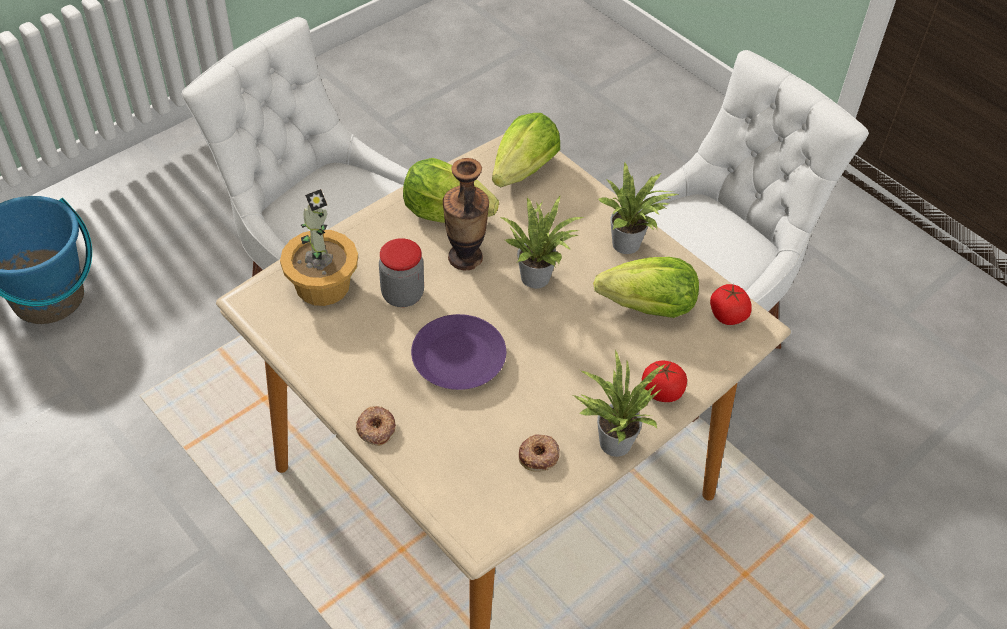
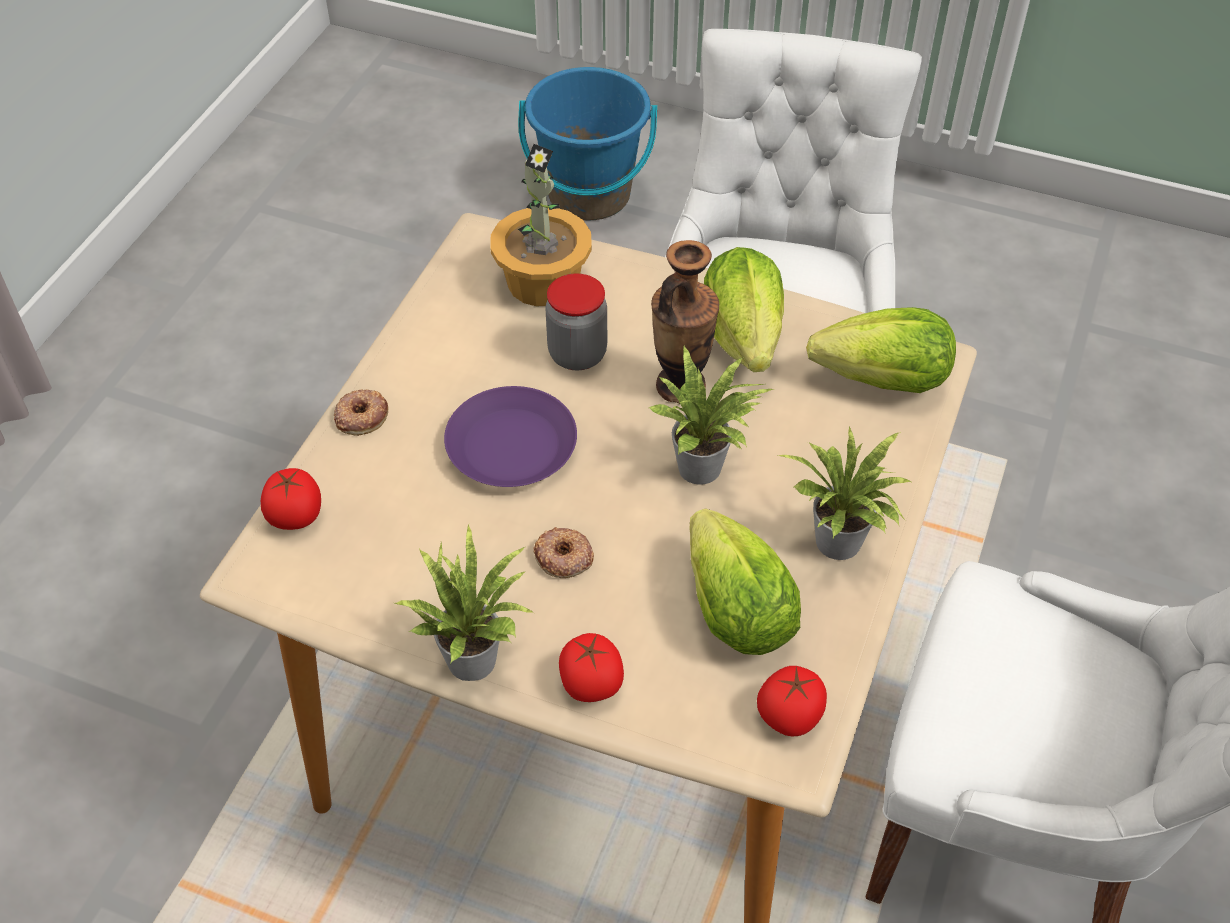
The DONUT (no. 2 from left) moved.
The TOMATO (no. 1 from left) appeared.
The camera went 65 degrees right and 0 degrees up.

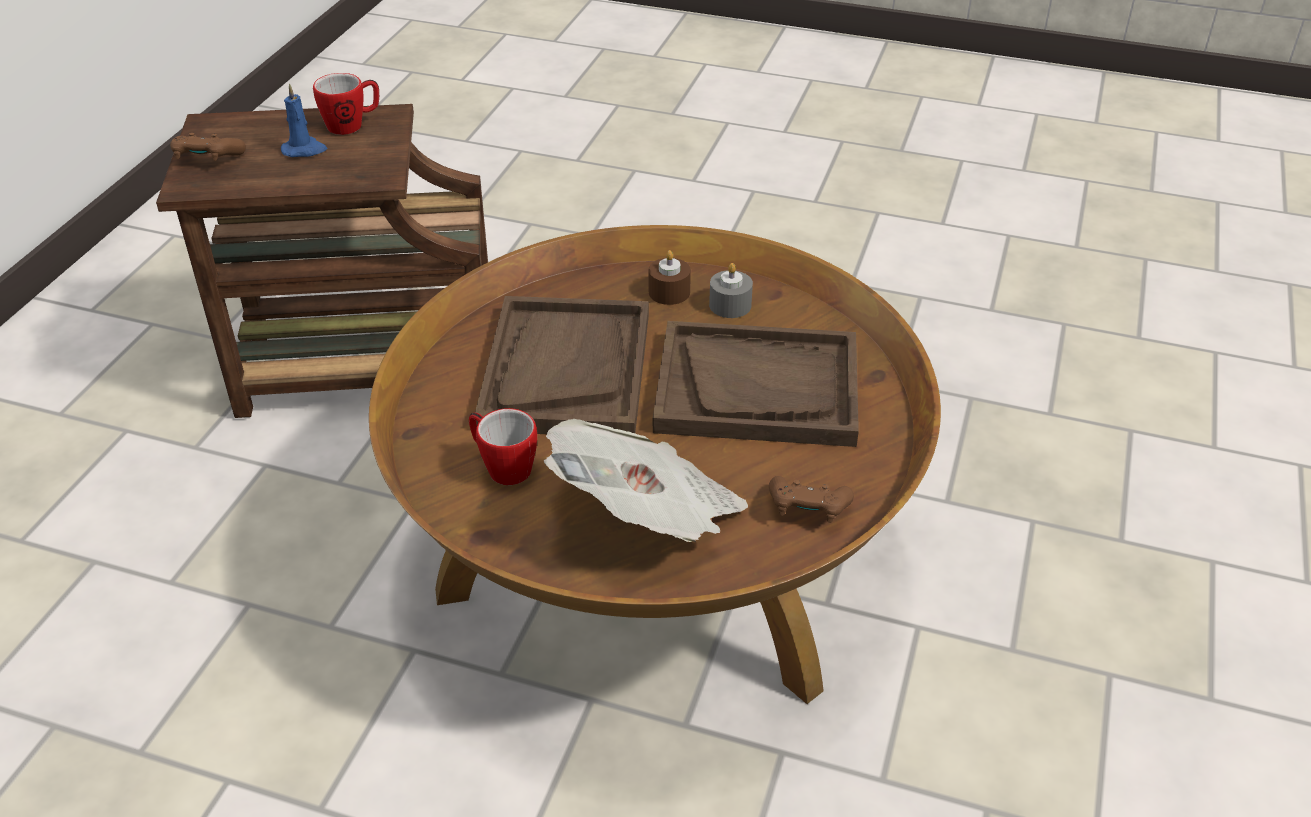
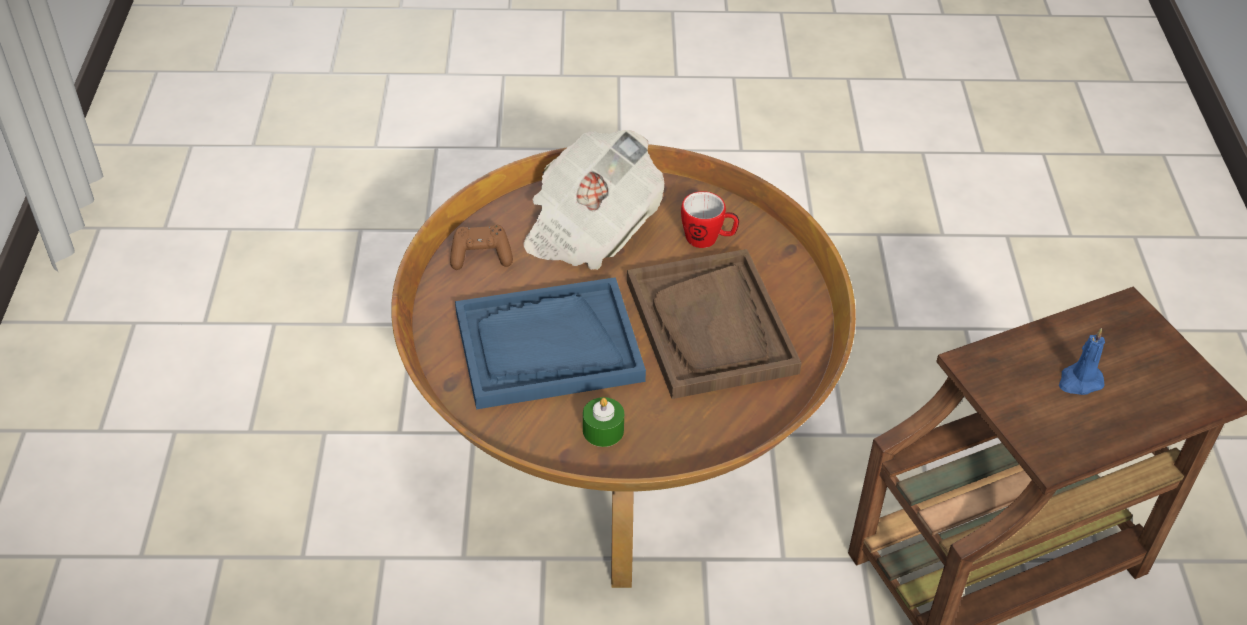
The MUG (no. 1 from left) disappeared.
The BROWN GAME CONTROLLER (no. 1 from left) disappeared.
The BROWN CANDLE disappeared.
The GREY CANDLE became the GREEN CANDLE.
The BROWN TRAY (no. 2 from left) became the BLUE TRAY.
The camera went 160 degrees right and 5 degrees up.

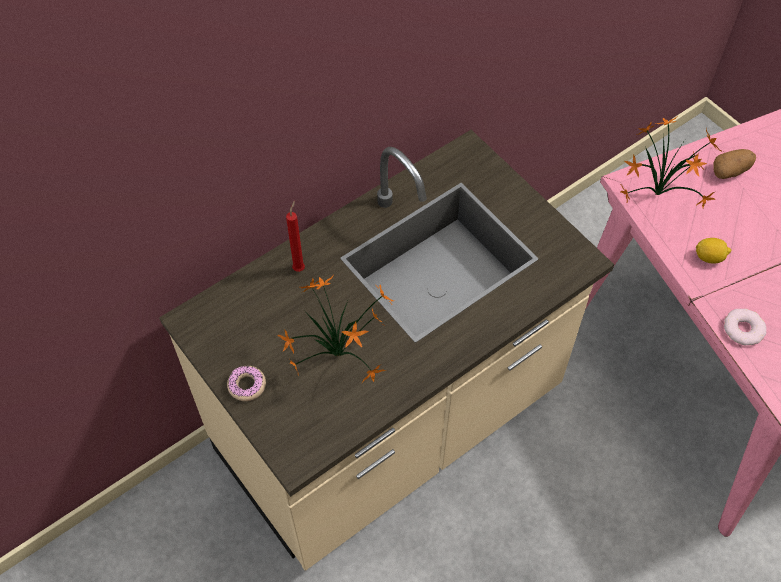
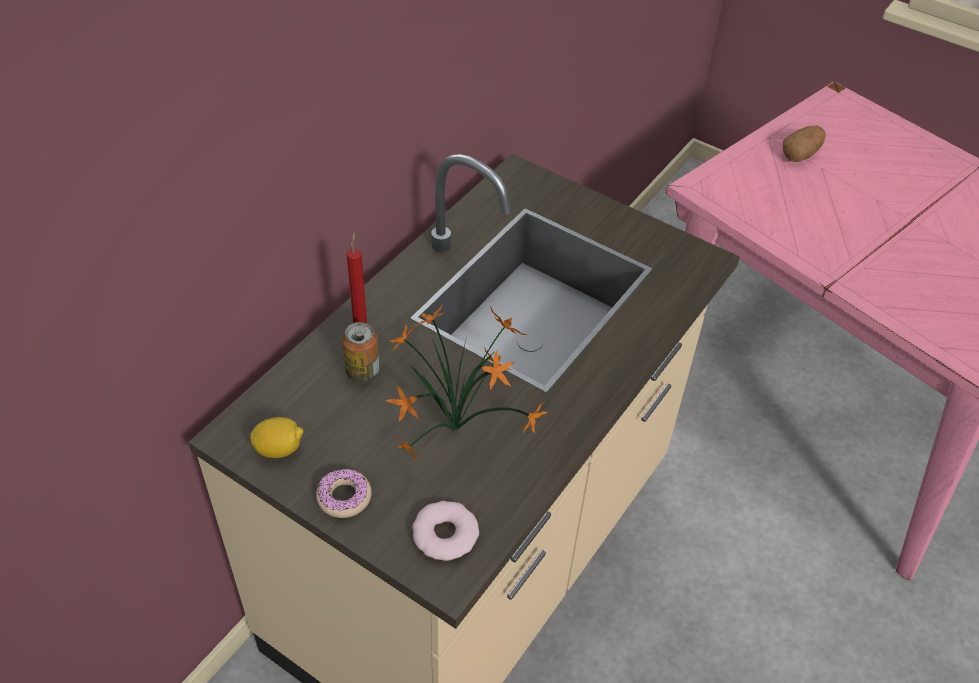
The POTTED PLANT (no. 2 from left) disappeared.
The LEMON moved.
The DONUT (no. 2 from left) moved.
The CAN appeared.
The camera went 20 degrees left and 10 degrees down.

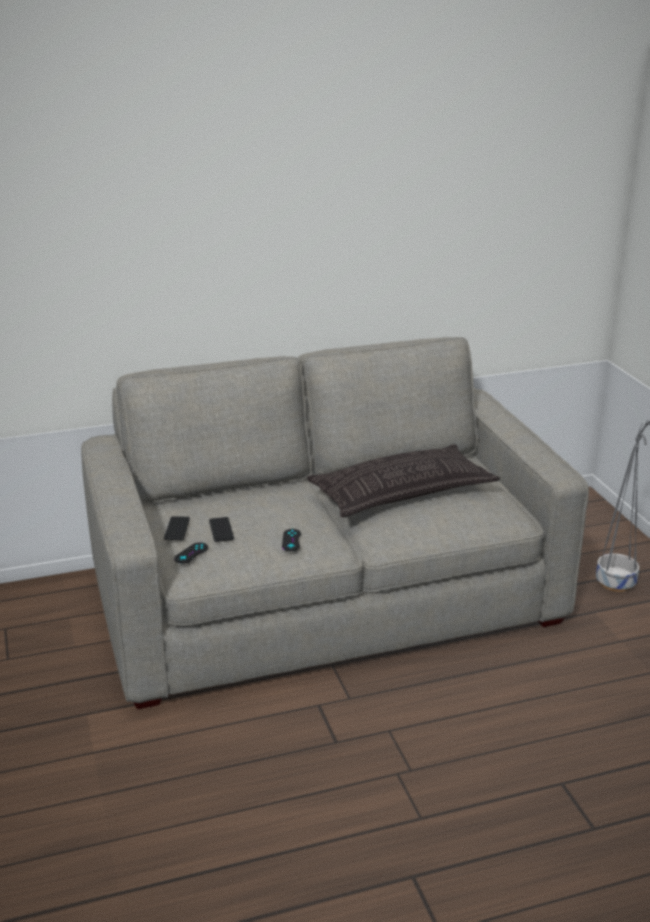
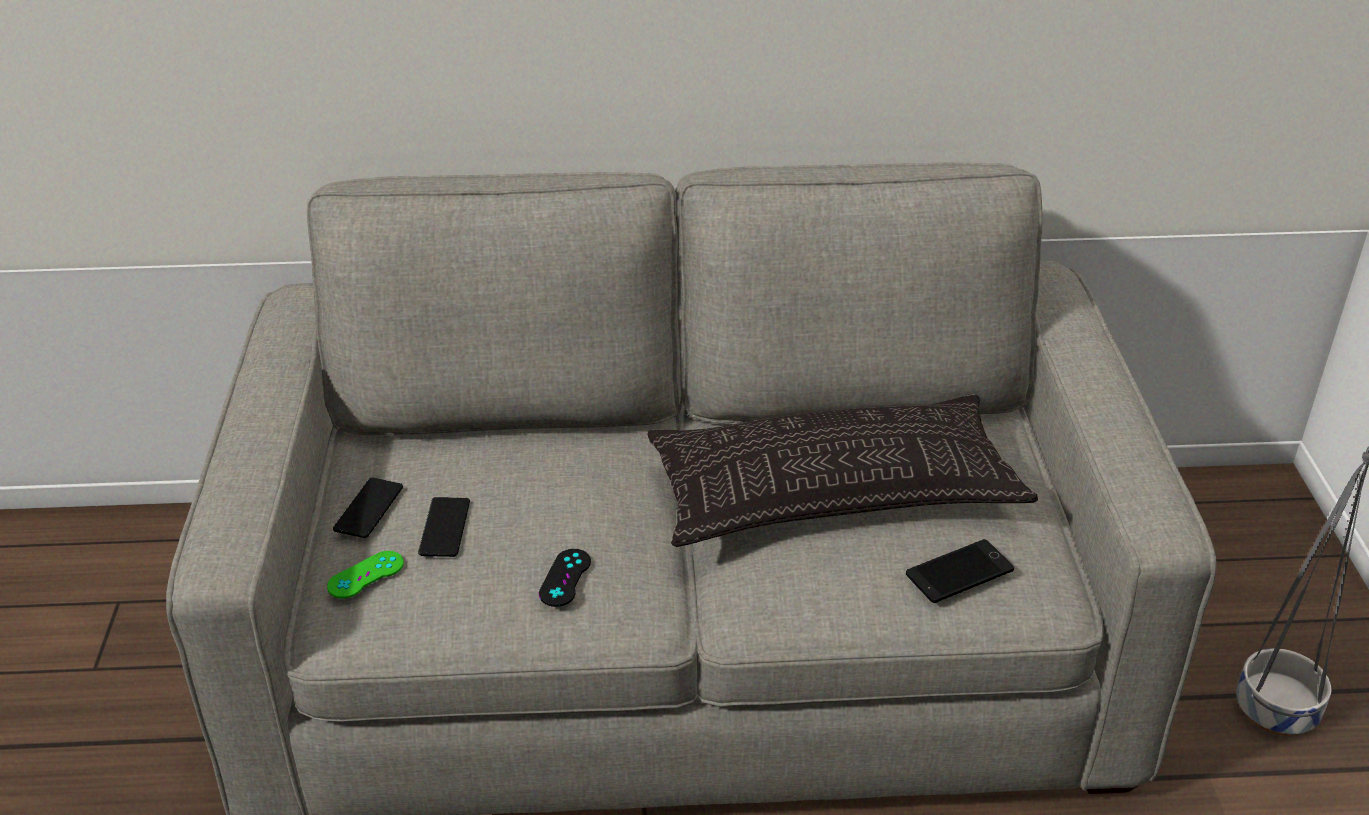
The BLACK GAME CONTROLLER (no. 1 from left) became the GREEN GAME CONTROLLER.
The PHONE (no. 3 from left) appeared.
The camera went 15 degrees right and 10 degrees up.

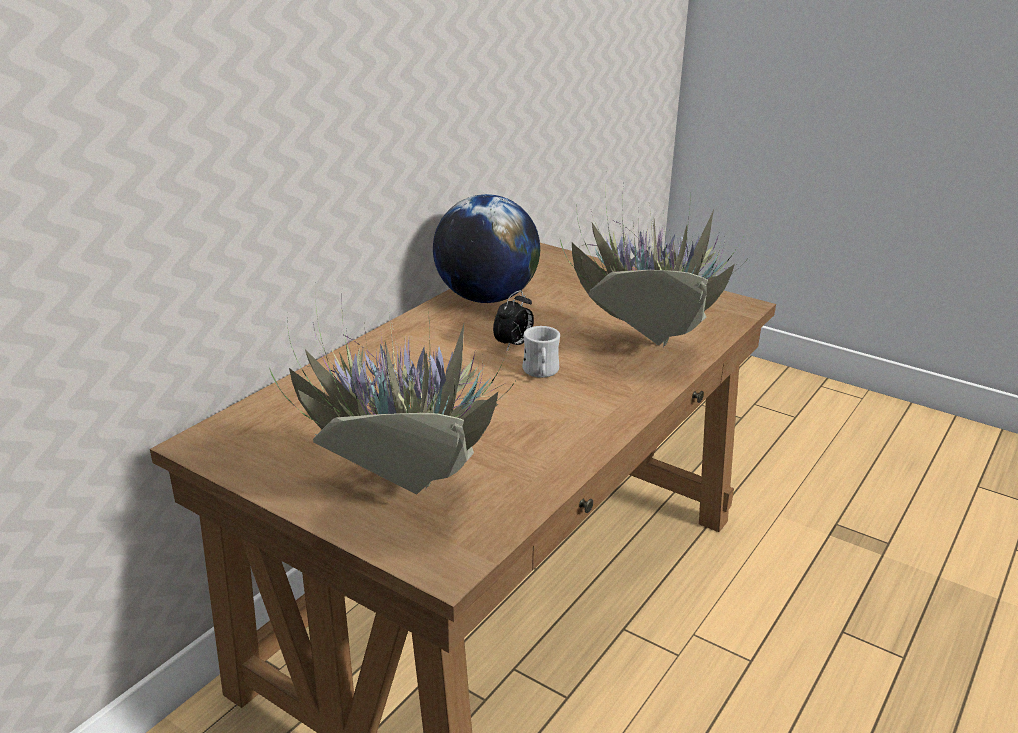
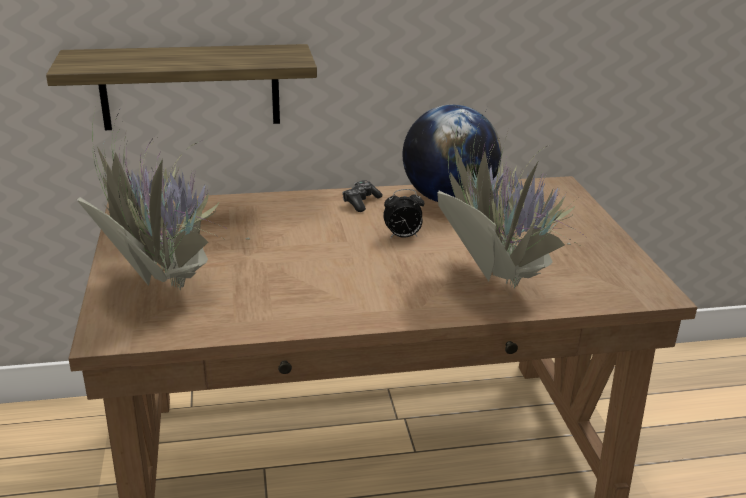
The WHITE MUG disappeared.
The SHELF appeared.
The GAME CONTROLLER appeared.
The camera went 45 degrees right and 0 degrees up.

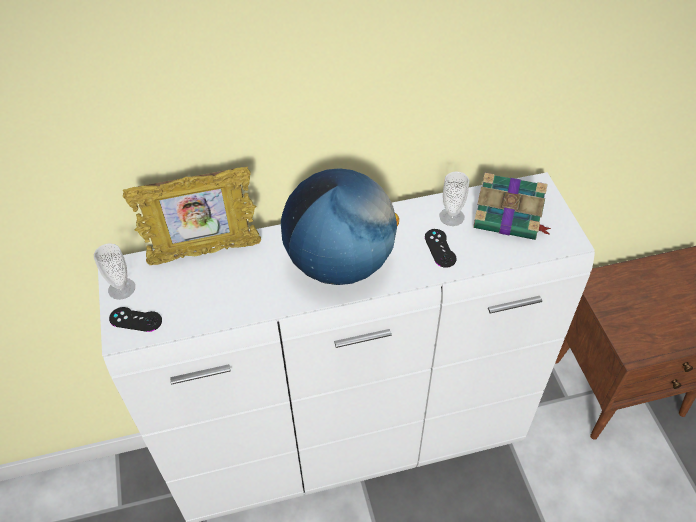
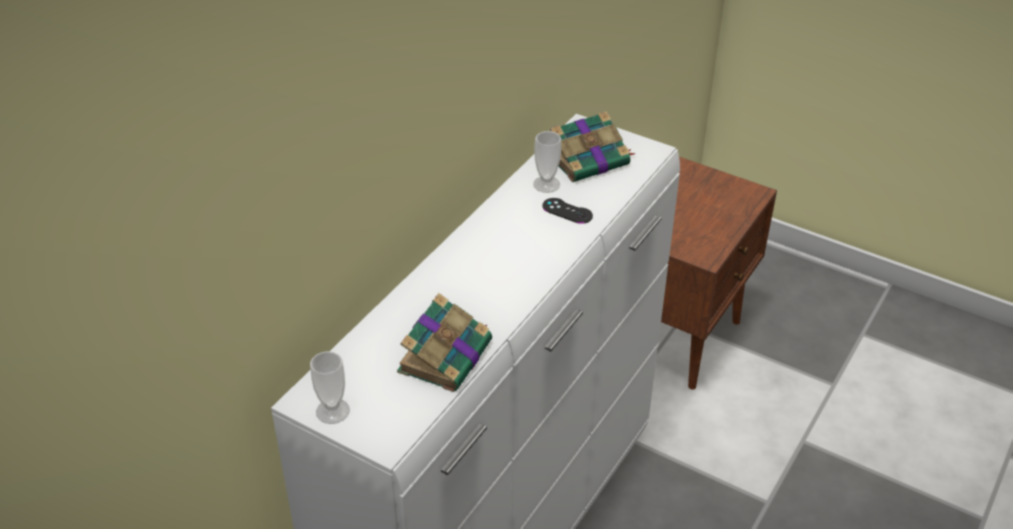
The PICTURE FRAME disappeared.
The GLOBE disappeared.
The BLACK GAME CONTROLLER (no. 1 from left) disappeared.
The BOOK (no. 1 from left) appeared.
The camera went 45 degrees left and 10 degrees down.

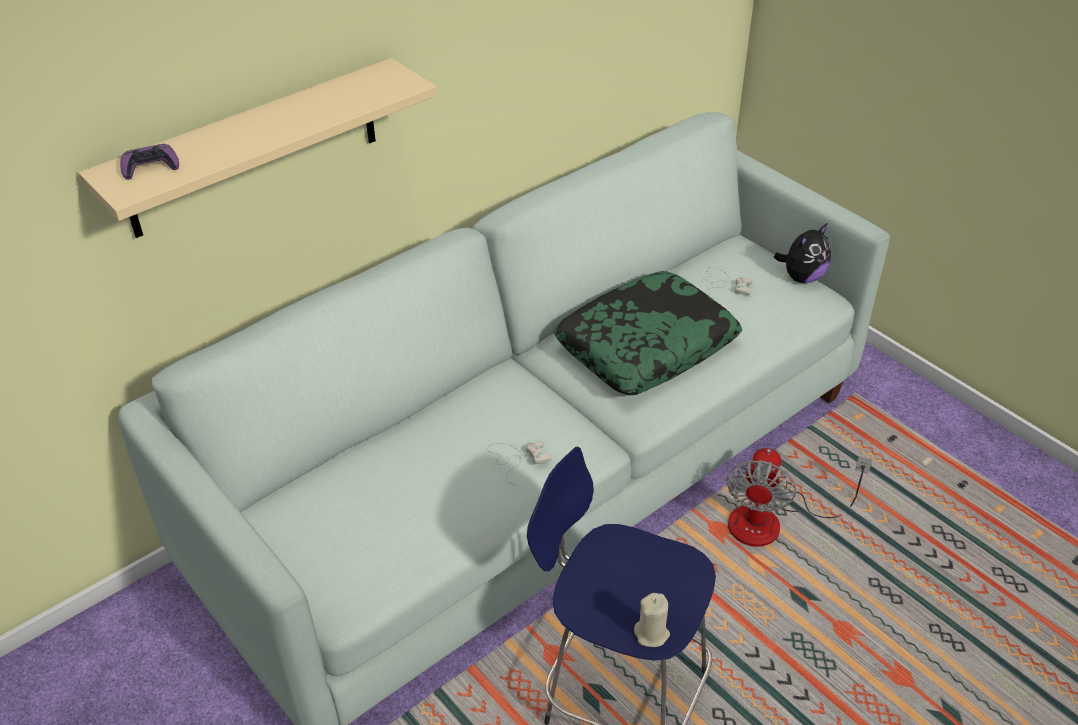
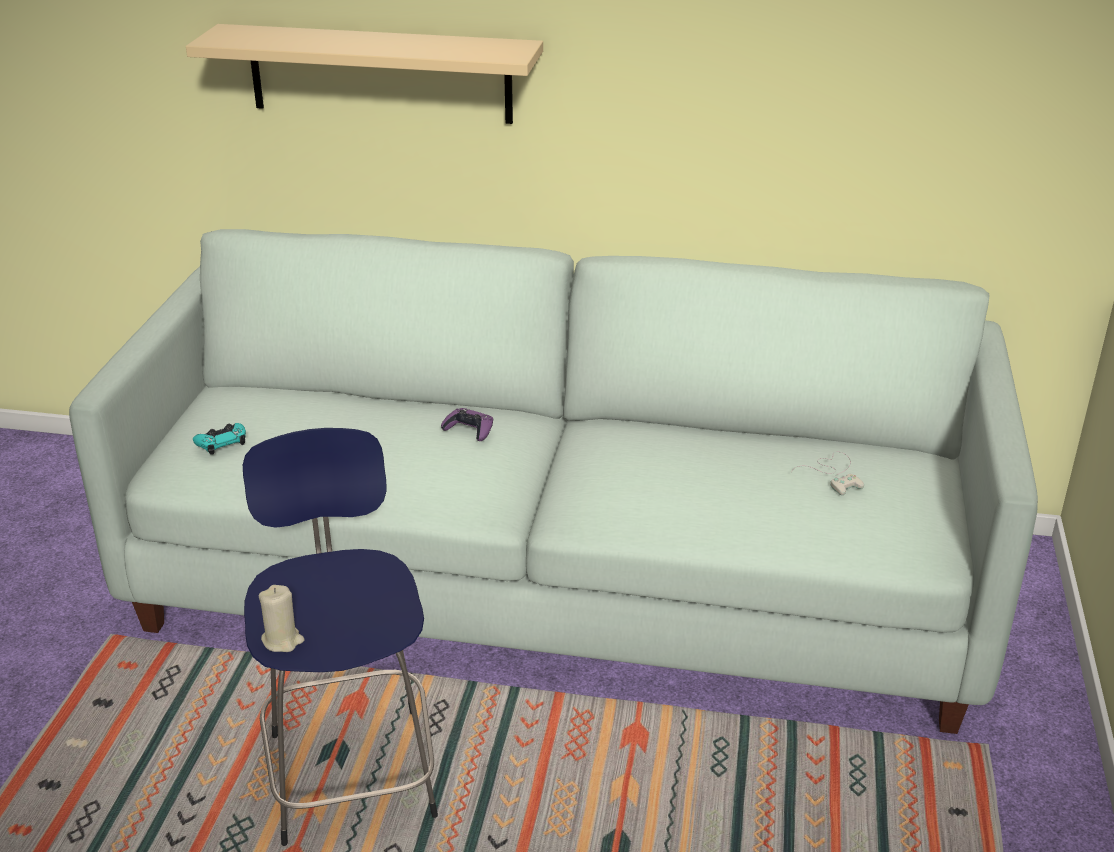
The PURPLE GAME CONTROLLER moved.
The PLUSH TOY disappeared.
The PILLOW disappeared.
The WHITE GAME CONTROLLER (no. 1 from left) disappeared.
The FAN disappeared.
The TURQUOISE GAME CONTROLLER appeared.
The camera went 50 degrees right and 10 degrees down.

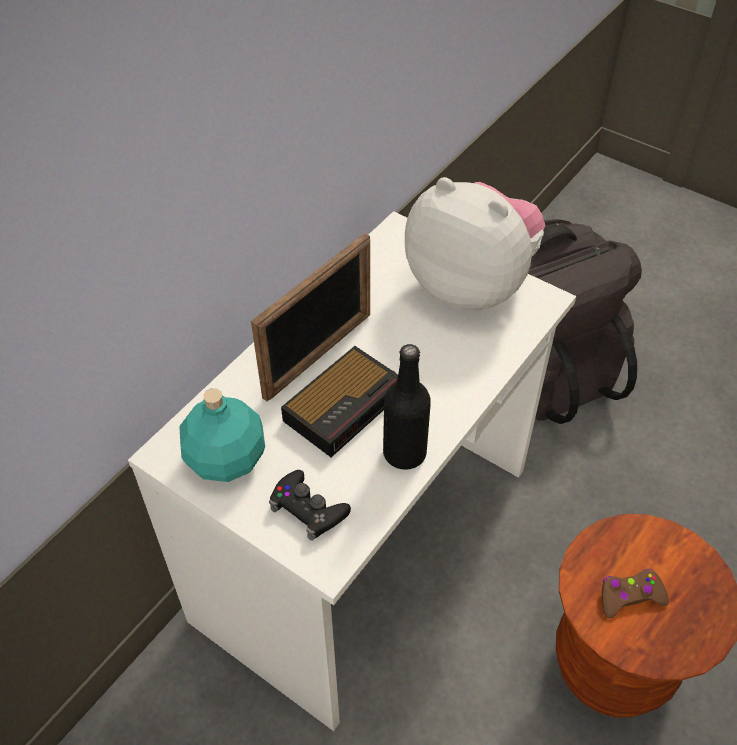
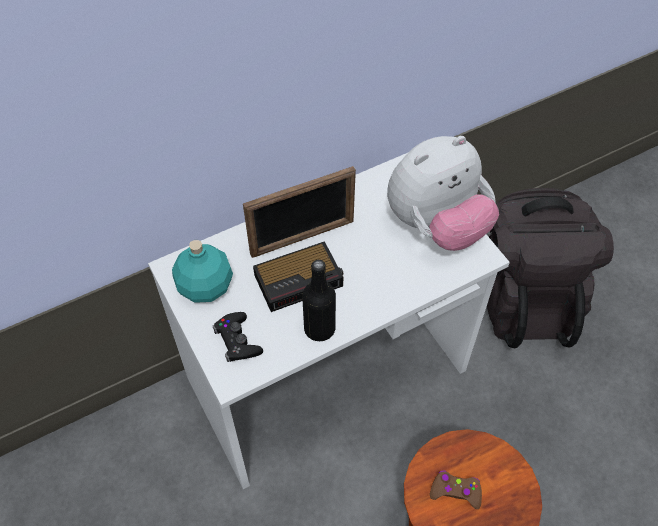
The PLUSH TOY turned 90 degrees clockwise.
The camera went 25 degrees right and 5 degrees up.

